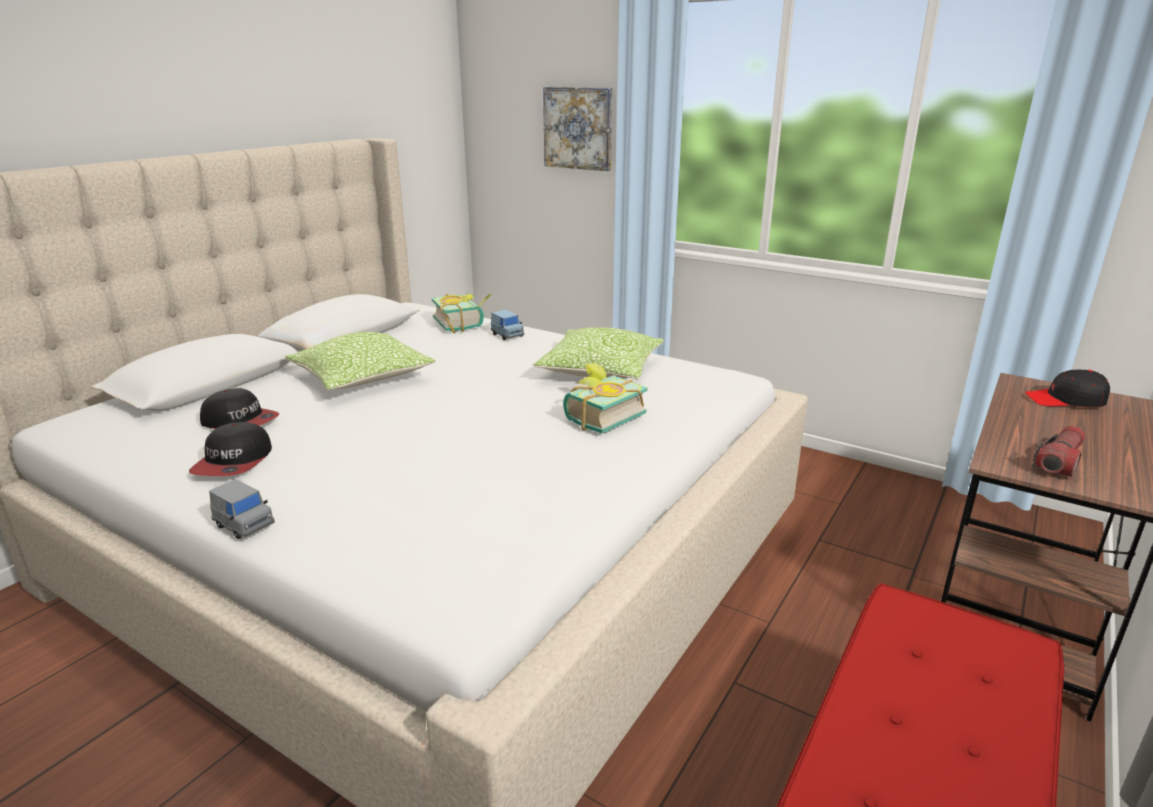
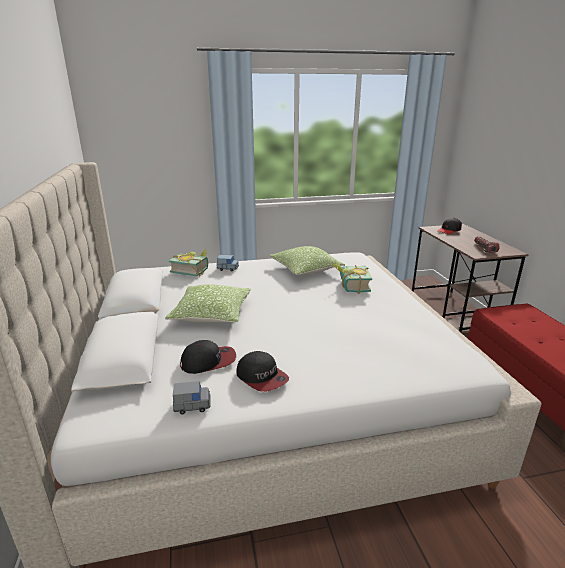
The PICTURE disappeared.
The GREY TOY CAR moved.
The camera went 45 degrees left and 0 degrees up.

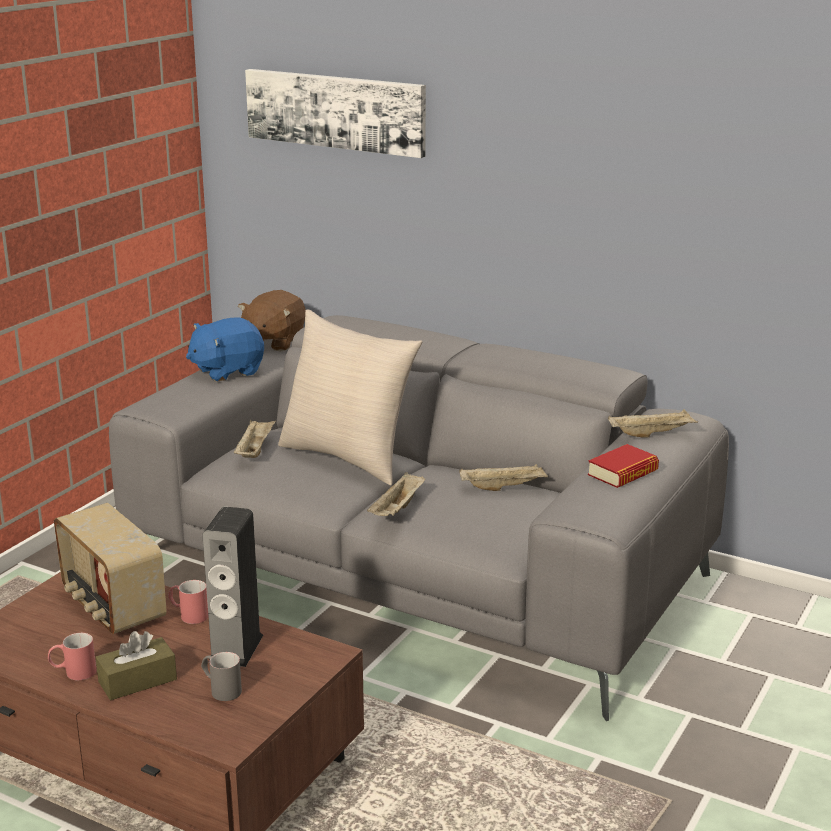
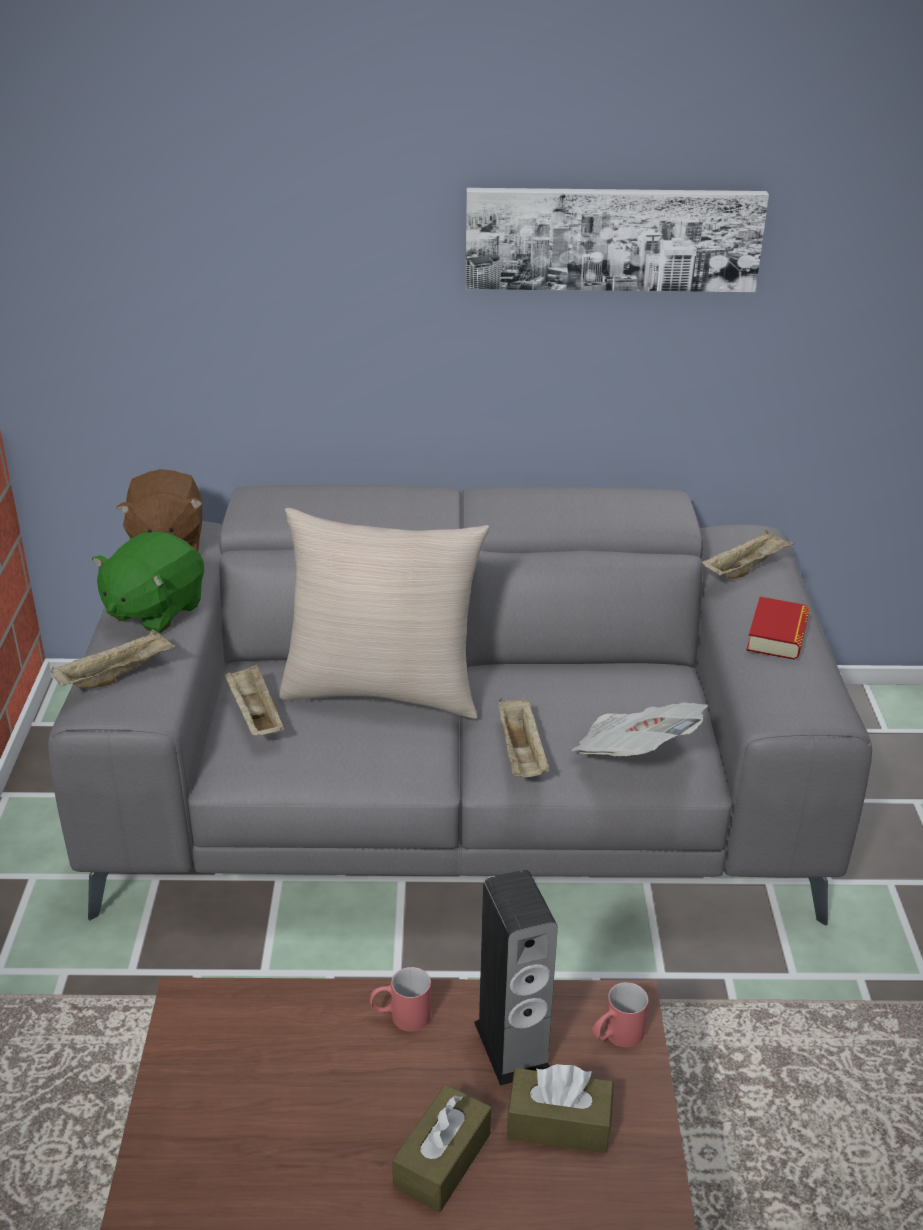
The PICTURE moved.
The BLUE PLUSH TOY became the GREEN PLUSH TOY.
The BEIGE TRAY (no. 3 from left in the first image) moved.
The RADIO disappeared.
The RED MUG (no. 1 from left in the first image) moved.
The GREY MUG was replaced by the BROWN TISSUE BOX (no. 2 from left).
The NEWSPAPER appeared.
The camera went 30 degrees left and 10 degrees up.

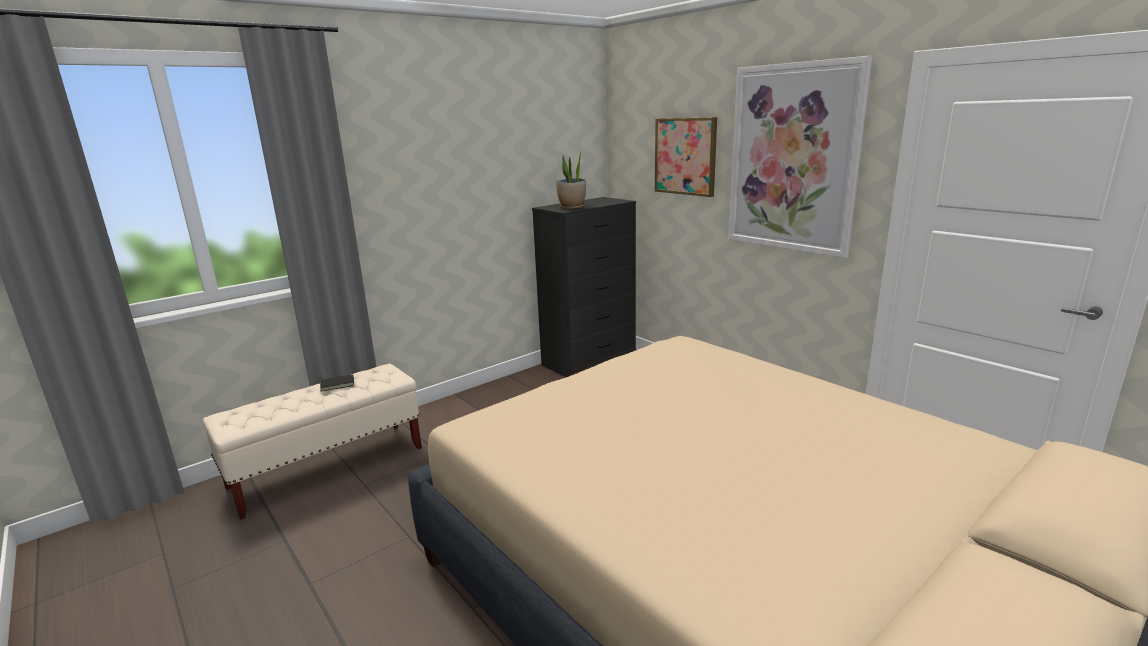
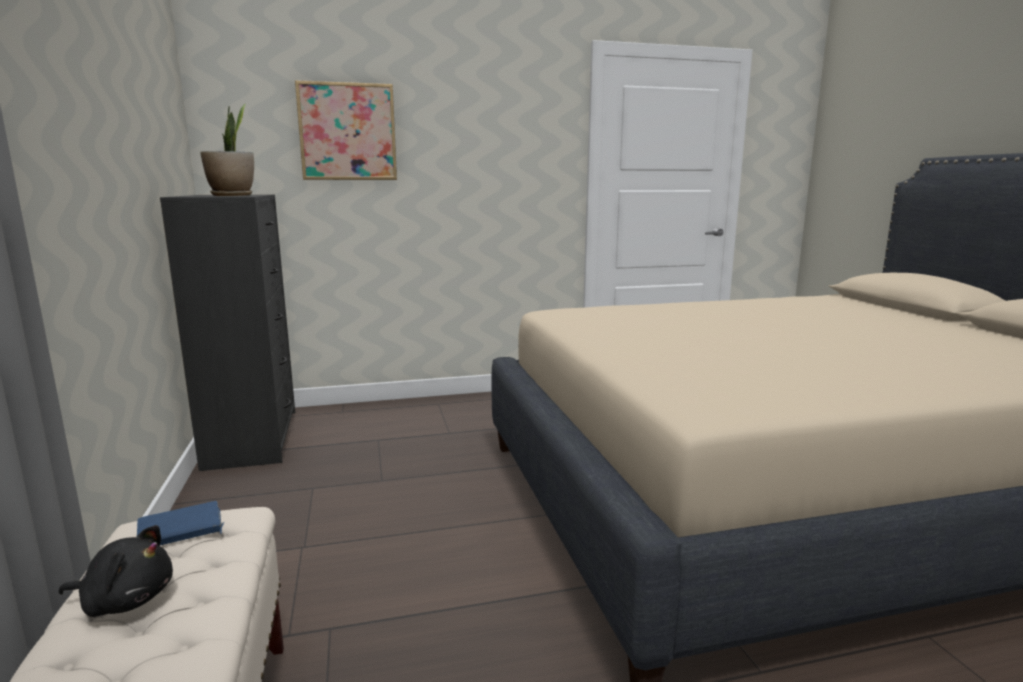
The PICTURE (no. 2 from left) disappeared.
The BLACK BOOK was replaced by the BLACK PLUSH TOY.
The BLUE BOOK appeared.
The camera went 65 degrees left and 5 degrees down.

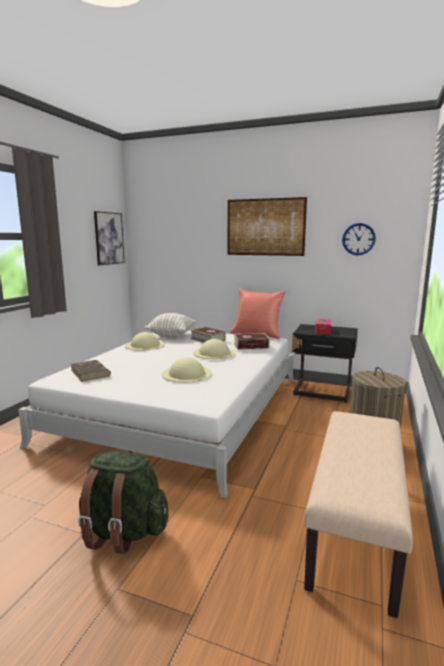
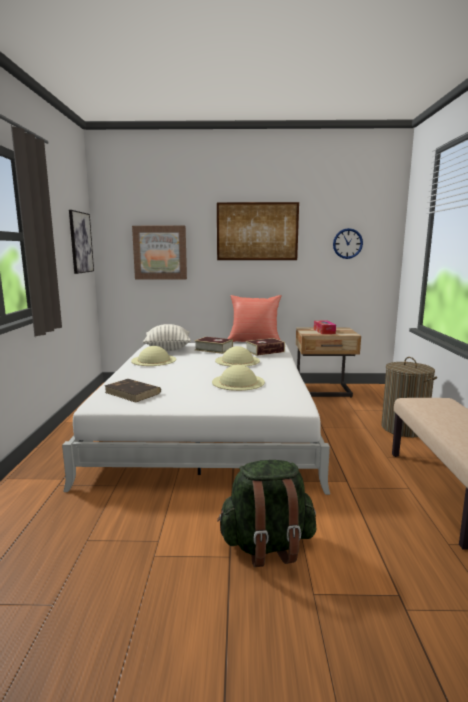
The BLACK NIGHTSTAND became the BEIGE NIGHTSTAND.
The PICTURE (no. 2 from left) appeared.
The camera went 20 degrees left and 0 degrees up.

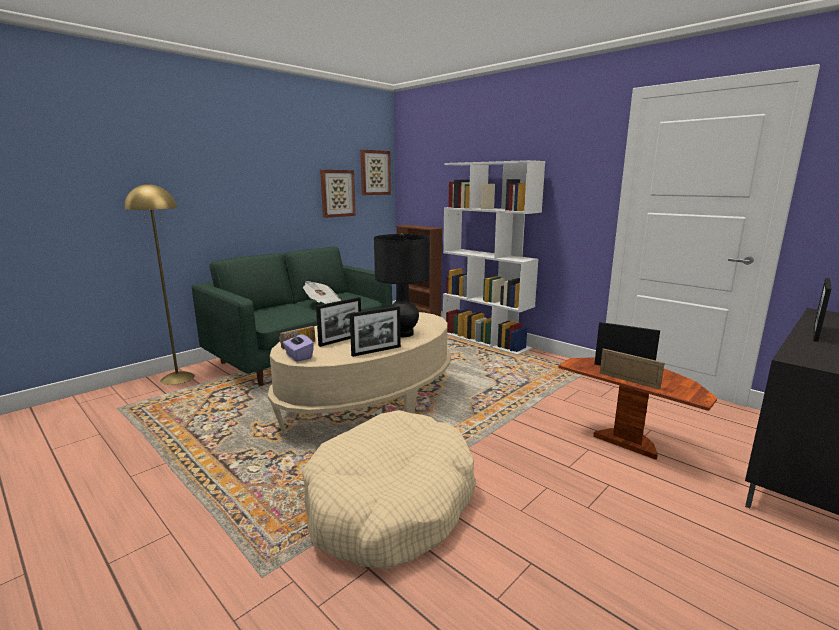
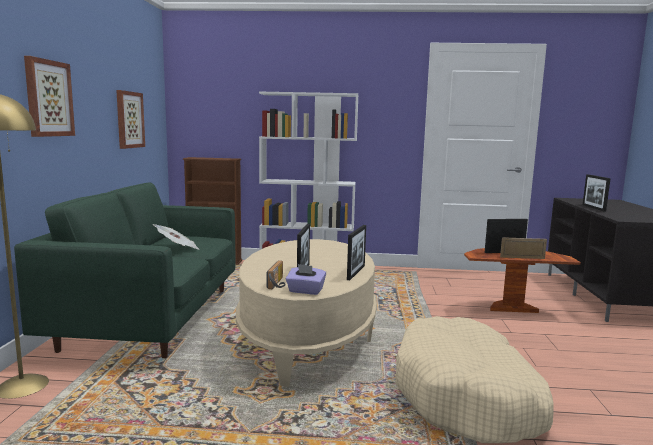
The PICTURE (no. 2 from left in the first image) moved.
The BLACK TABLE LAMP disappeared.
The camera went 40 degrees left and 5 degrees down.

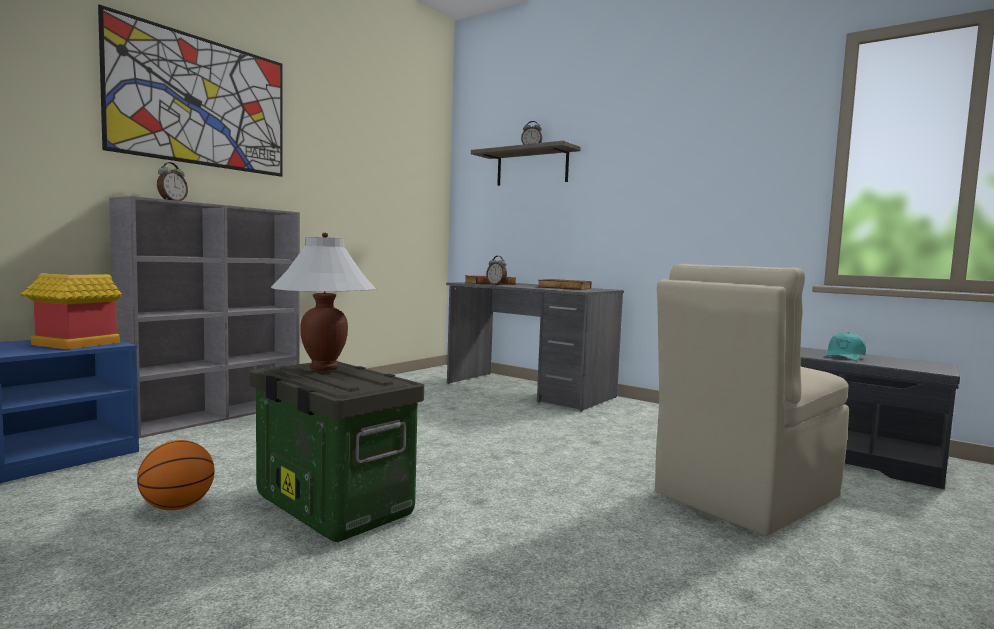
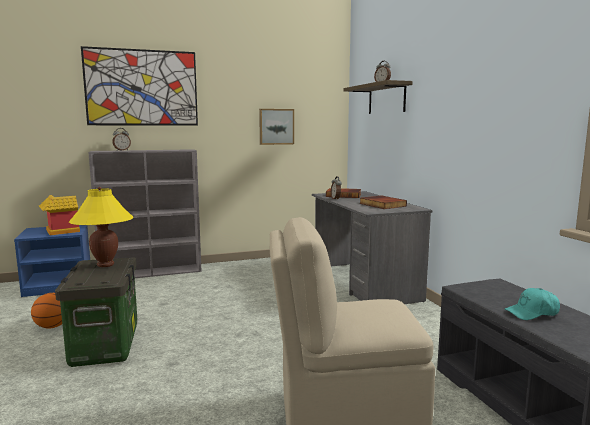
The WHITE TABLE LAMP became the YELLOW TABLE LAMP.
The PICTURE (no. 2 from left) appeared.
The camera went 35 degrees right and 5 degrees up.

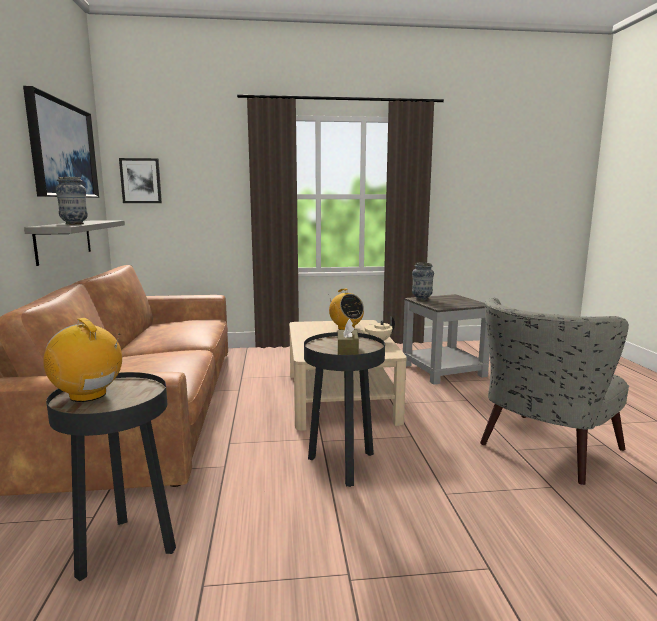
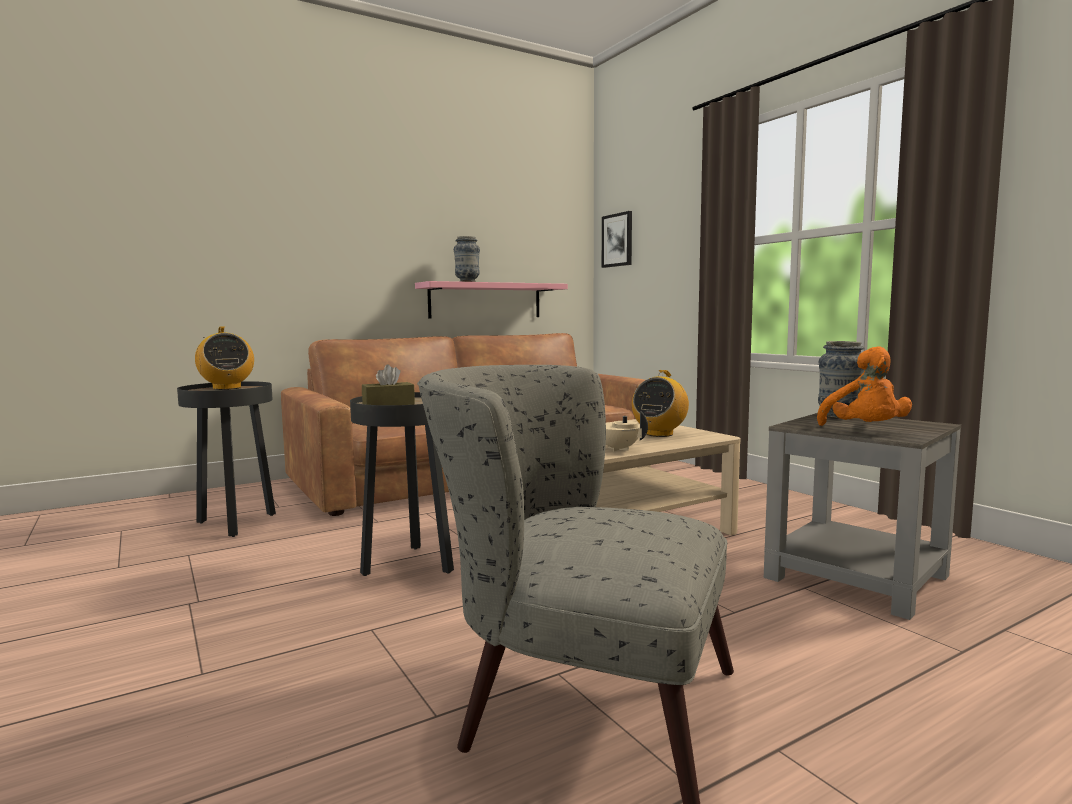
The PICTURE (no. 1 from left) disappeared.
The GREY SHELF became the PINK SHELF.
The RADIO (no. 1 from left) turned 135 degrees clockwise.
The ORANGE PLUSH TOY appeared.
The camera went 65 degrees right and 5 degrees down.

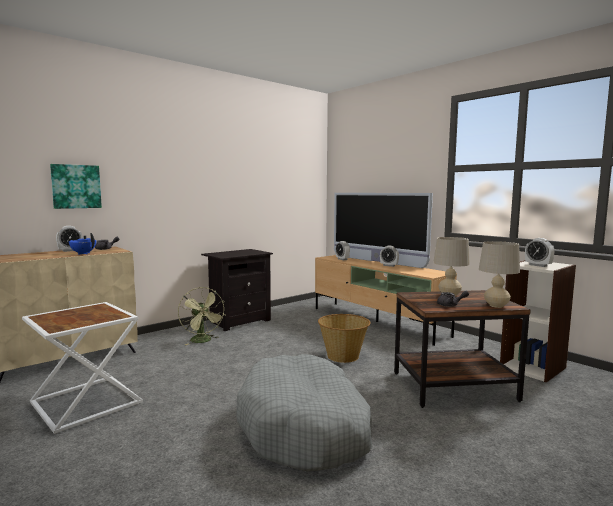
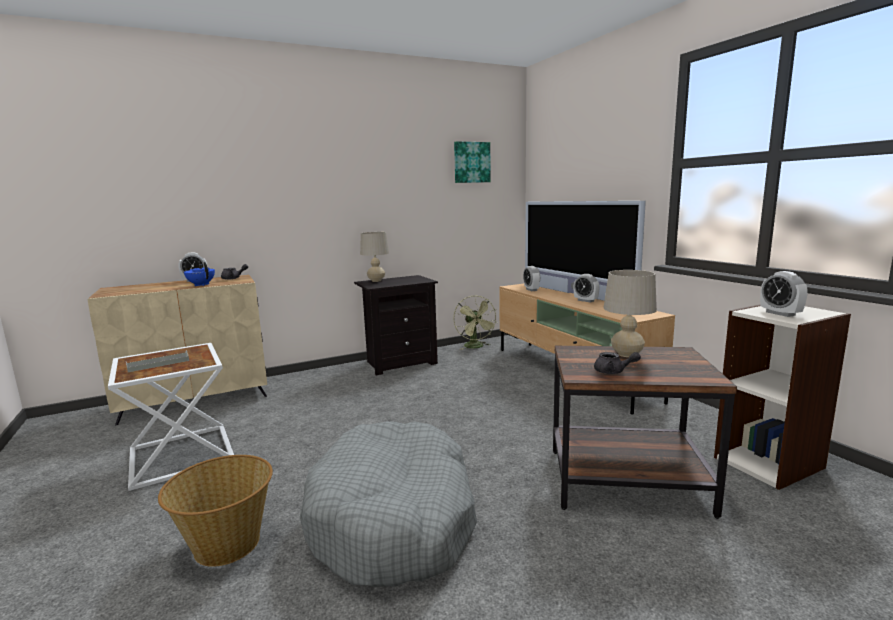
The PICTURE moved.
The BEIGE TABLE LAMP (no. 2 from left in the first image) moved.
The GREEN FAN moved.
The BASKET moved.
The GREY TRAY appeared.
The camera went 15 degrees right and 5 degrees up.

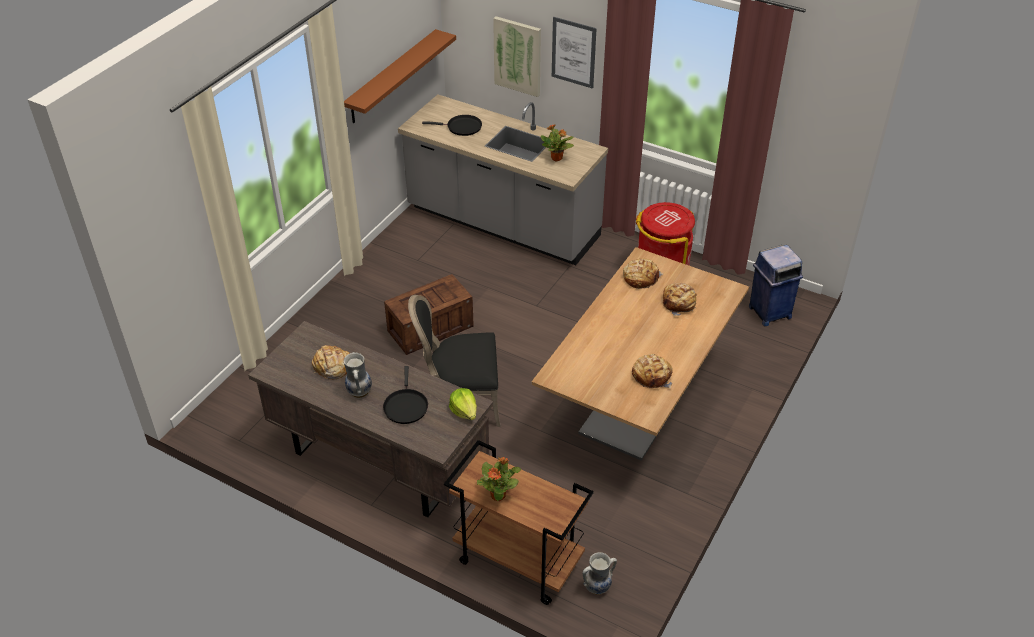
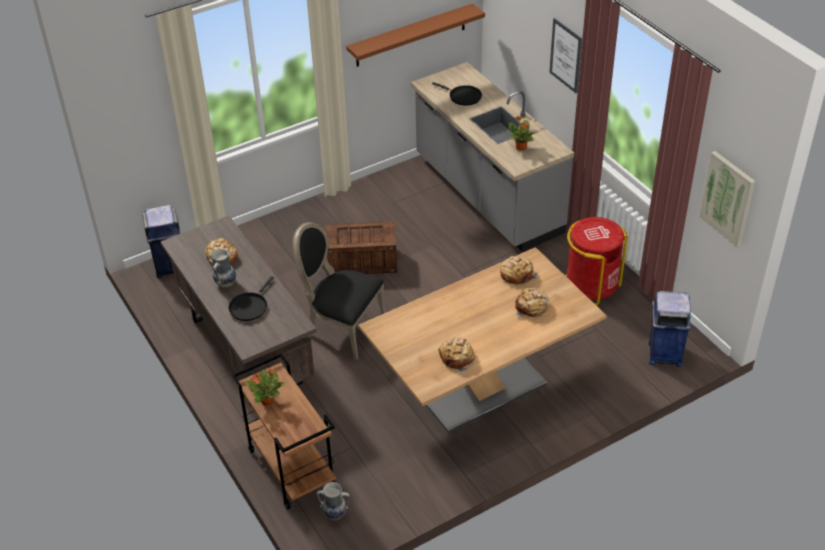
The PICTURE (no. 1 from left in the first image) moved.
The LETTUCE disappeared.
The BLUE TRASH CAN (no. 1 from left) appeared.
The camera went 30 degrees right and 0 degrees up.

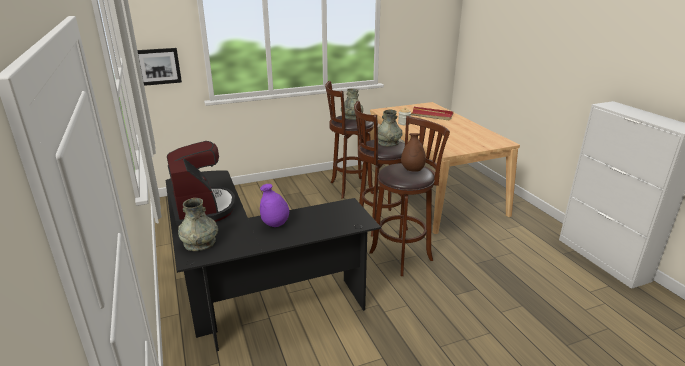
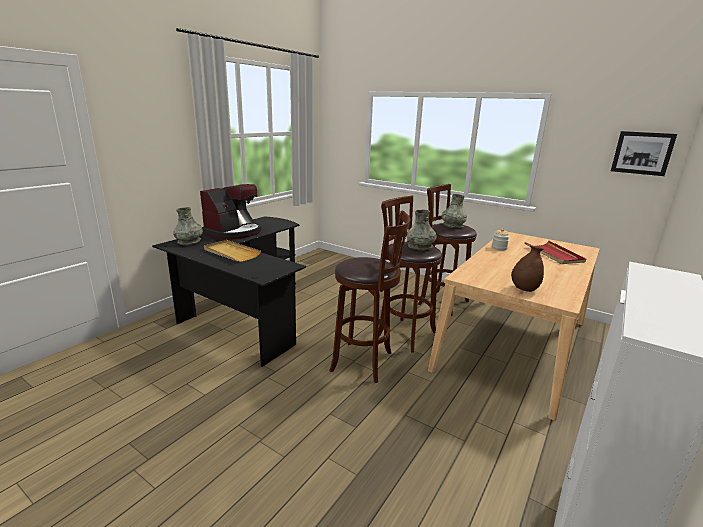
The PICTURE moved.
The BROWN VASE moved.
The PURPLE VASE was replaced by the BEIGE TRAY.
The camera went 55 degrees right and 5 degrees down.

